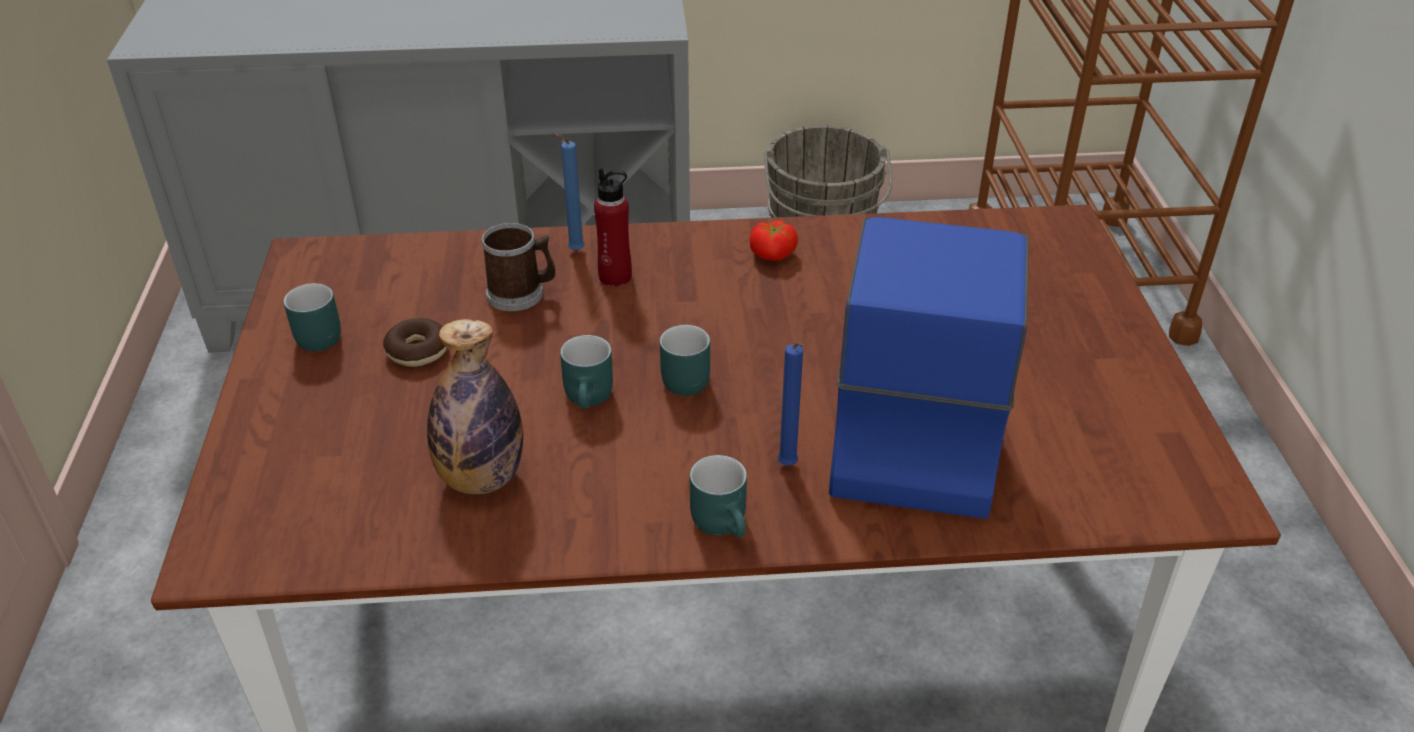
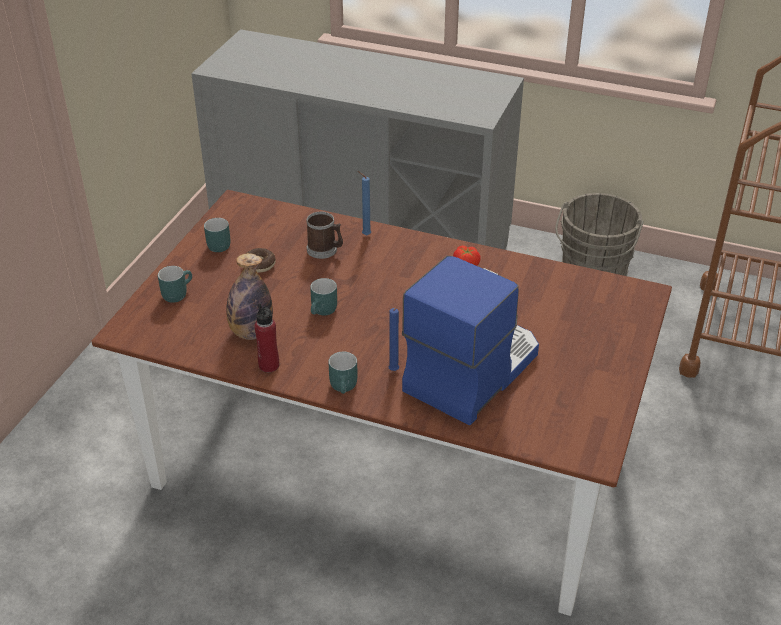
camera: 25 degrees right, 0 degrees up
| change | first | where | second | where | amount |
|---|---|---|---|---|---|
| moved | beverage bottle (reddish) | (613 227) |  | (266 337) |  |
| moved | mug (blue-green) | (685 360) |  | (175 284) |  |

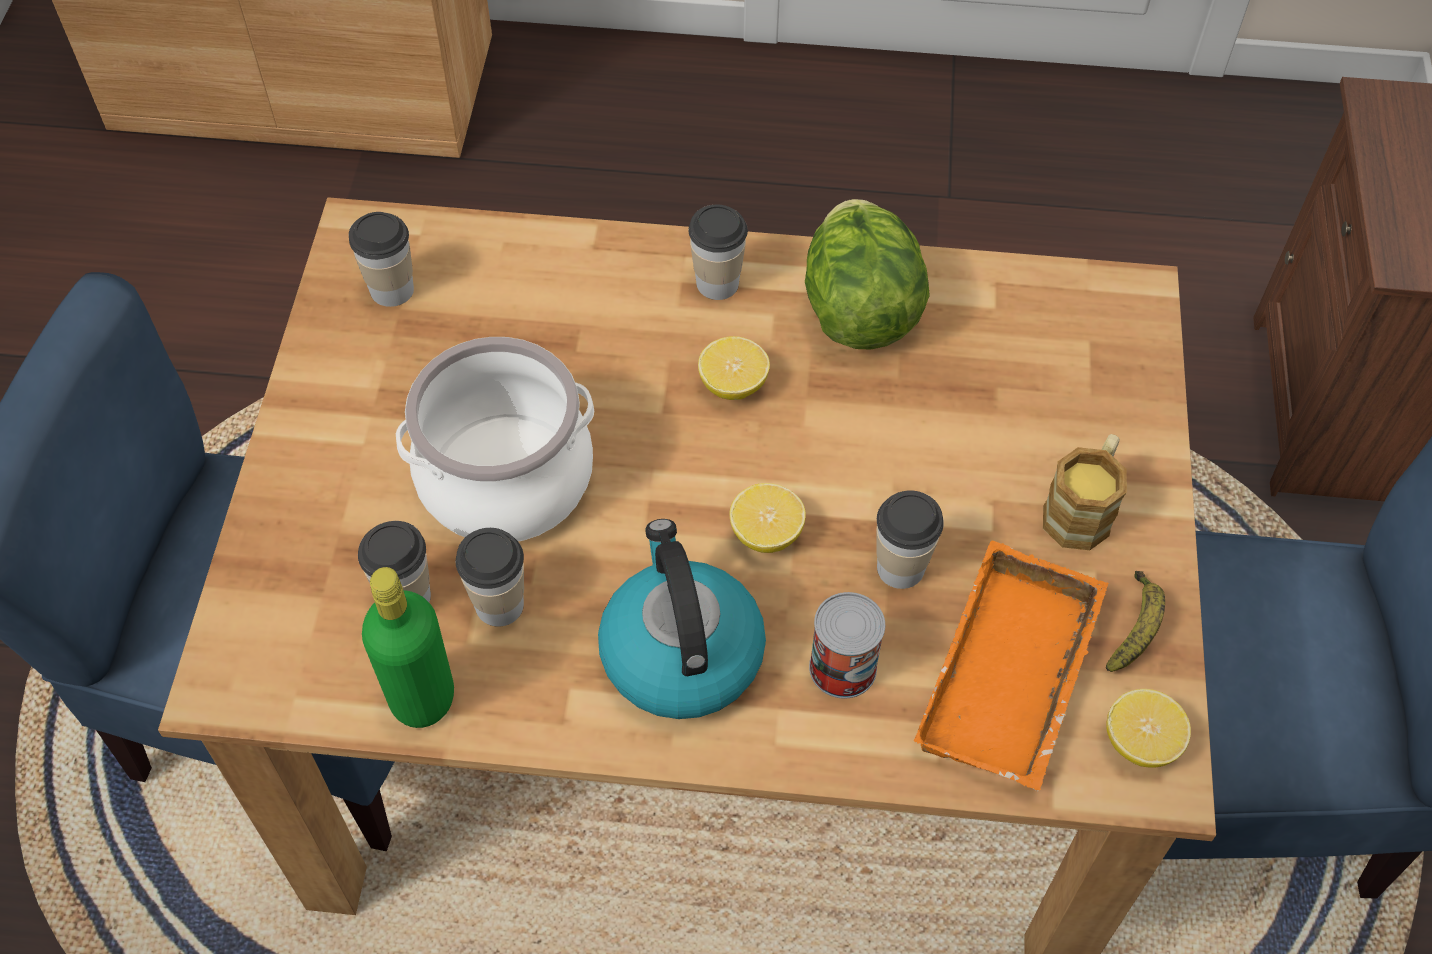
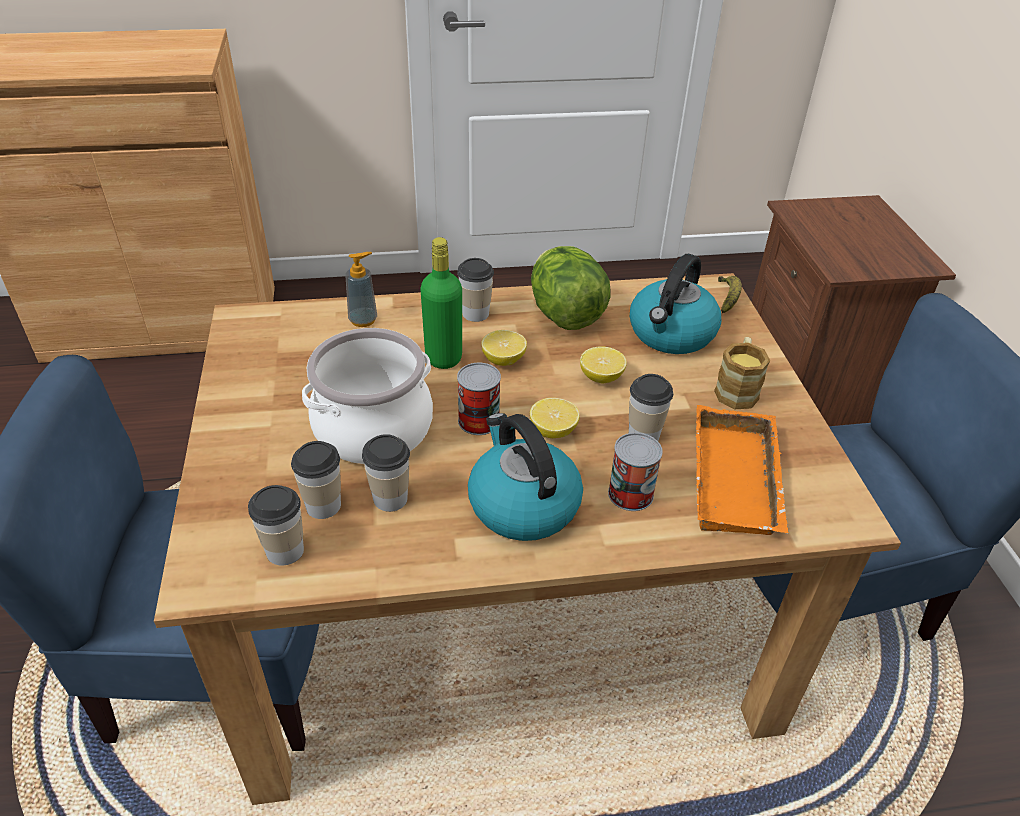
camera: 15 degrees left, 15 degrees down
| change | first | where | second | where | amount |
|---|---|---|---|---|---|
| added |  |  | soap dispenser | (361 289) |  |
| added |  |  | metal can | (479 399) |  |
| added |  |  | kettle | (675 304) |  |
| moved | small cup | (381 259) |  | (276 525) |  |
| moved | beverage bottle (greenish) | (408 647) |  | (441 303) |  |
| moved | banana | (1135 621) |  | (730 294) |  |
| moved | citrus fruit | (1148 728) |  | (603 364) |  |

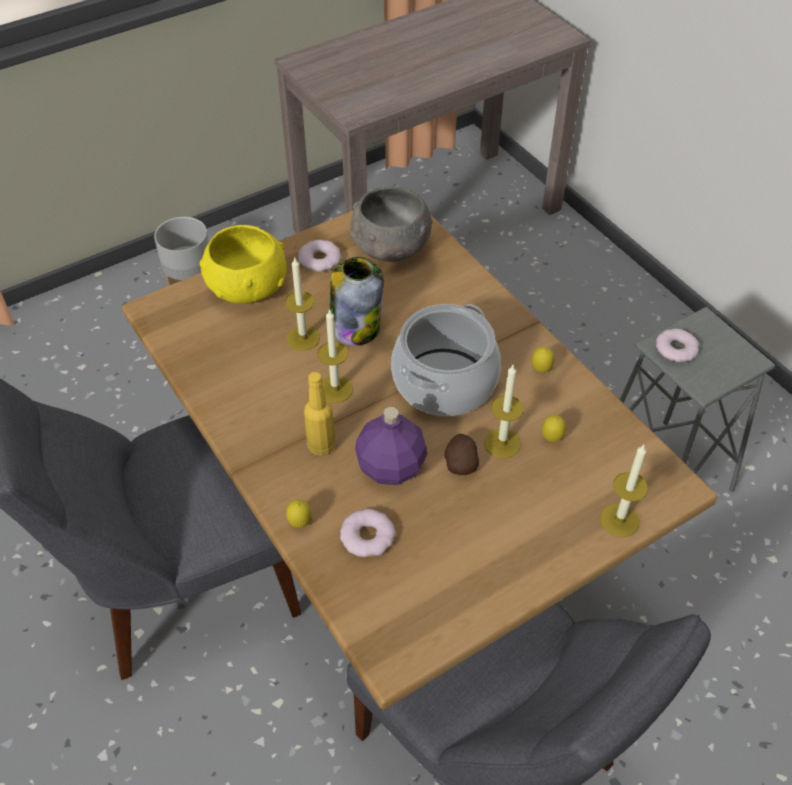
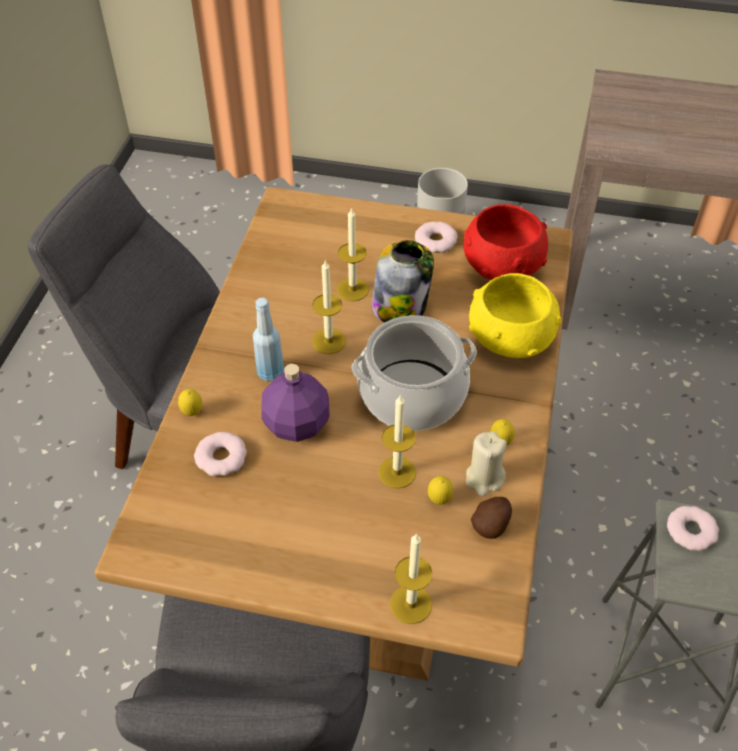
camera: 45 degrees right, 0 degrees up
| change | first | where | second | where | amount |
|---|---|---|---|---|---|
| added |  |  | wax candle (beige-coloured) | (486 463) |  |
| moved | bowl (yellowish) | (243 264) |  | (515 315) |  |
| moved | spud | (461 454) |  | (491 518) |  |
| recoloured | beverage bottle (yellowish) | (320 414) | beverage bottle (blue-coloured) | (268 339) |  |
| recoloured | bowl (grey) | (391 224) | bowl (reddish) | (505 242) |  |

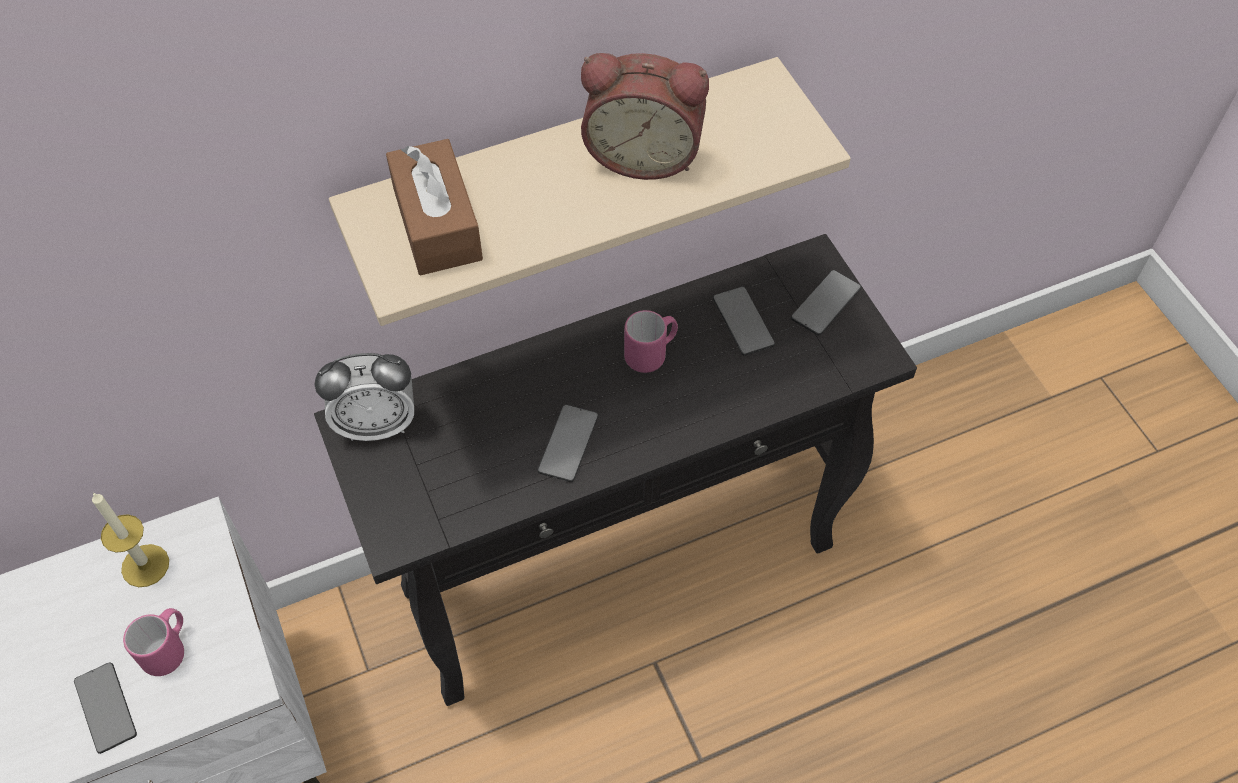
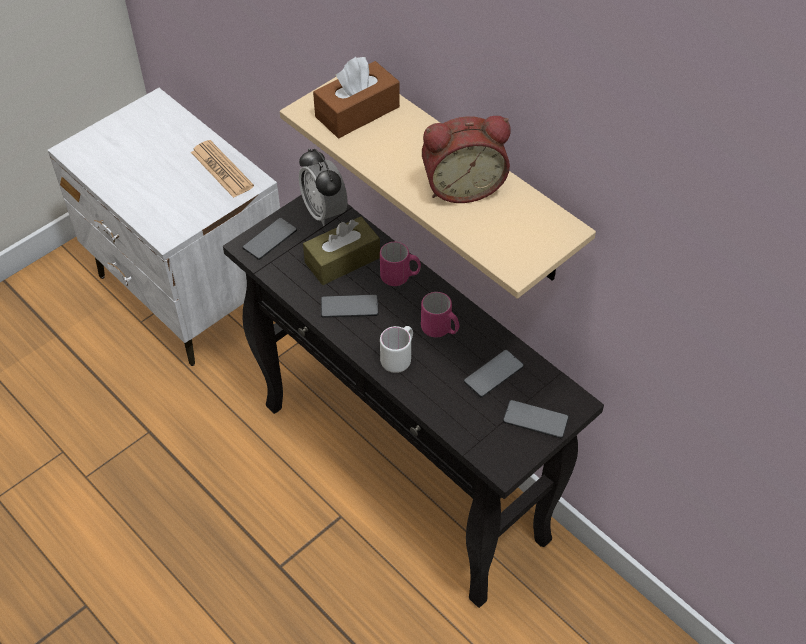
camera: 70 degrees right, 5 degrees down
| change | first | where | second | where | amount |
|---|---|---|---|---|---|
| added |  |  | tissue holder (brown-coloured) | (341 251) |  |
| added |  |  | mug (white-coloured) | (396 349) |  |
| moved | telephone | (105 708) |  | (269 239) |  |
| moved | mug (pinkish) | (153 642) |  | (400 264) |  |
| replaced | wax candle | (130 540) | daily paper | (222 169) |  |
| turned | table clock | (645 116) |  | (466 159) | 90 degrees counterclockwise |

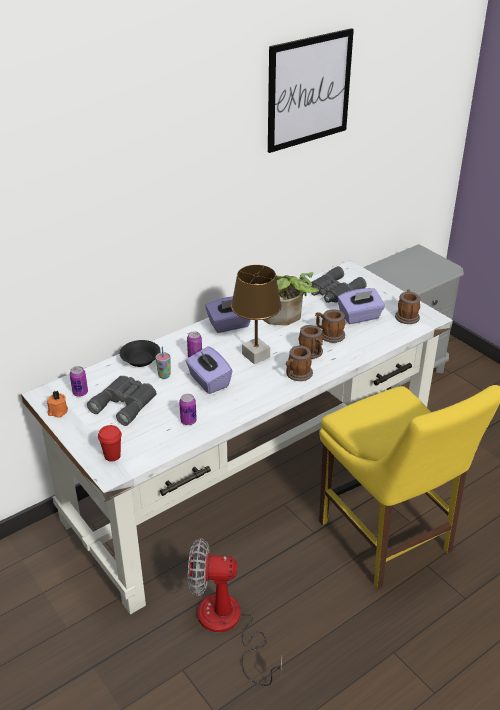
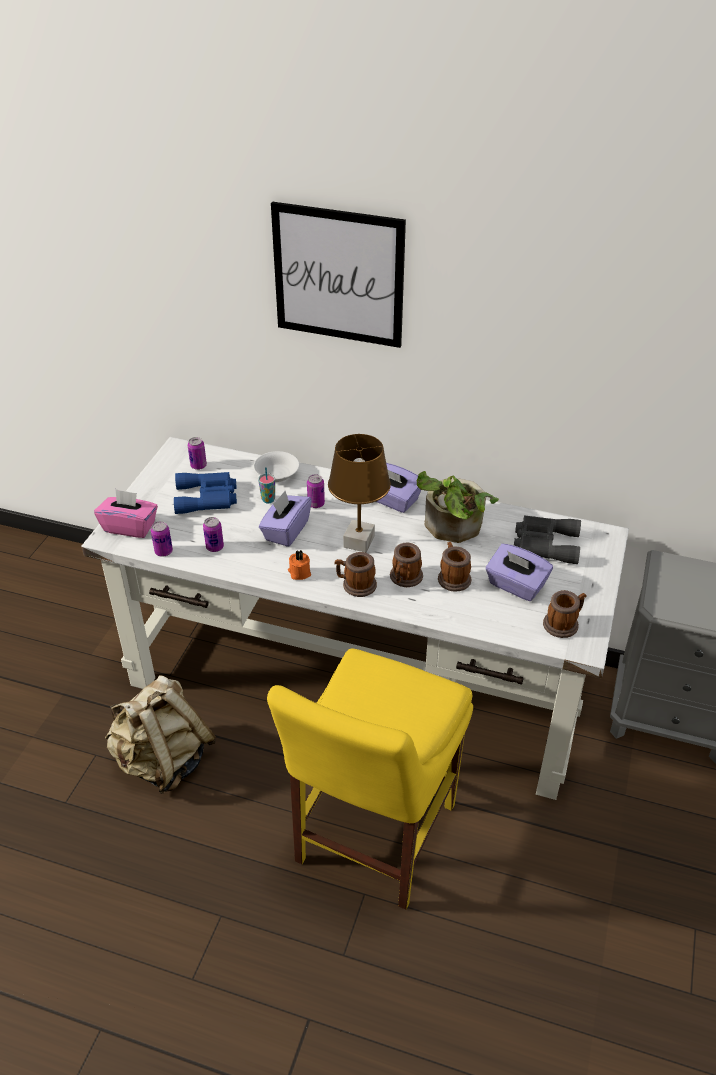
camera: 55 degrees right, 5 degrees up
| change | first | where | second | where | amount |
|---|---|---|---|---|---|
| added |  |  | metal can | (162 539) |  |
| moved | wax candle (orange) | (57 404) |  | (299 565) |  |
| moved | wall art | (311 90) |  | (338 275) |  |
| replaced | small cup (reddish) | (110 443) | tissue holder (pinkish) | (126 513) |  |
| replaced | electric fan | (235 612) | backpack (beige-coloured) | (160 734) |  |
| recoloured | pair of binoculars (grey) | (122 401) | pair of binoculars (blue-coloured) | (205 493) |  |
| recoloured | bowl (black) | (140 353) | bowl (white-coloured) | (276 466) |  |

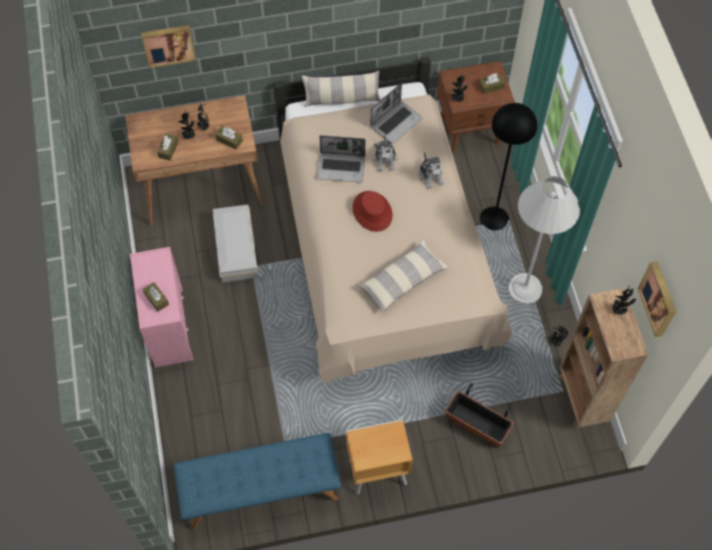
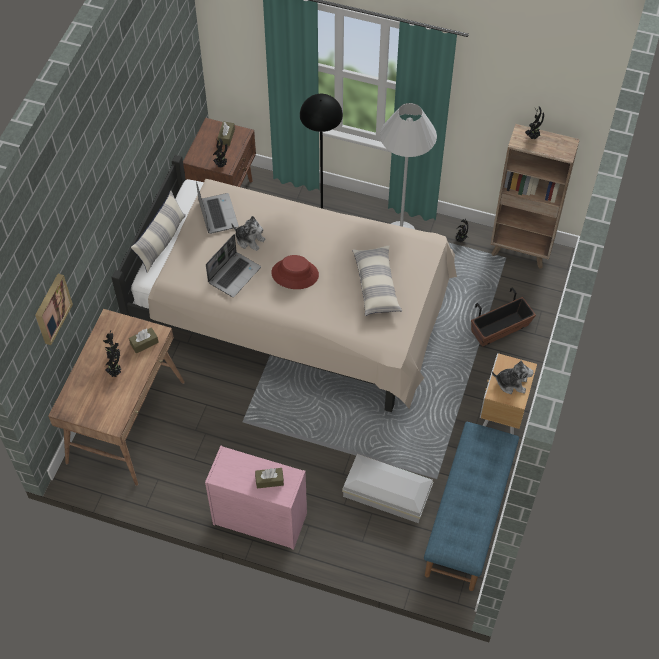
camera: 60 degrees left, 5 degrees down
| change | first | where | second | where | amount |
|---|---|---|---|---|---|
| removed | tissue holder (brown-coloured) | (167 147) |  |  |  |
| removed | wall art | (657 299) |  |  |  |
| moved | storage bin (white-coloured) | (235 243) |  | (387 488) |  |
| moved | soft toy | (431 170) |  | (513 377) |  |

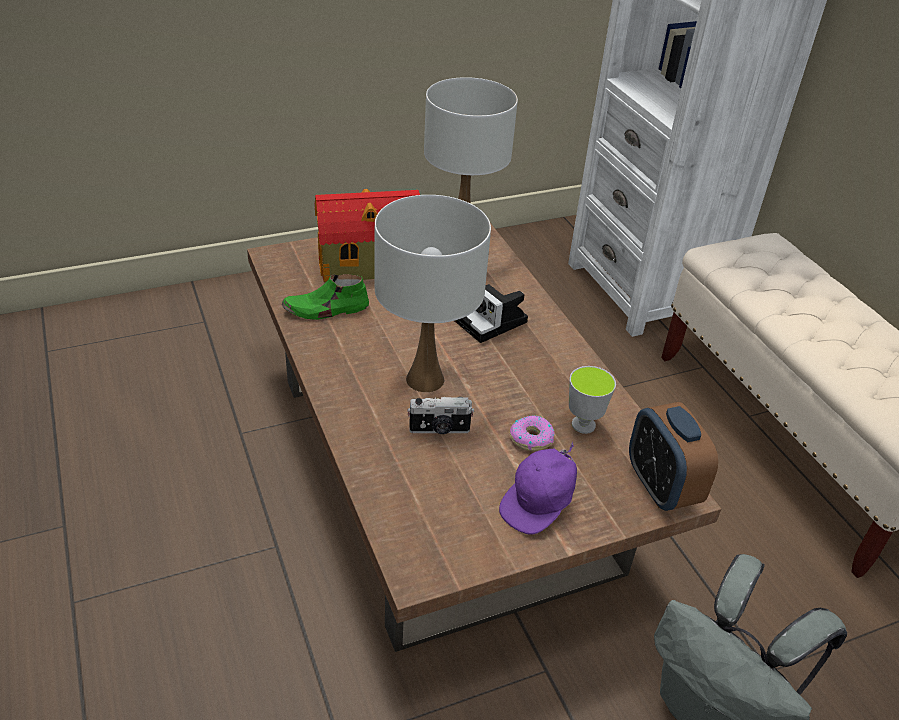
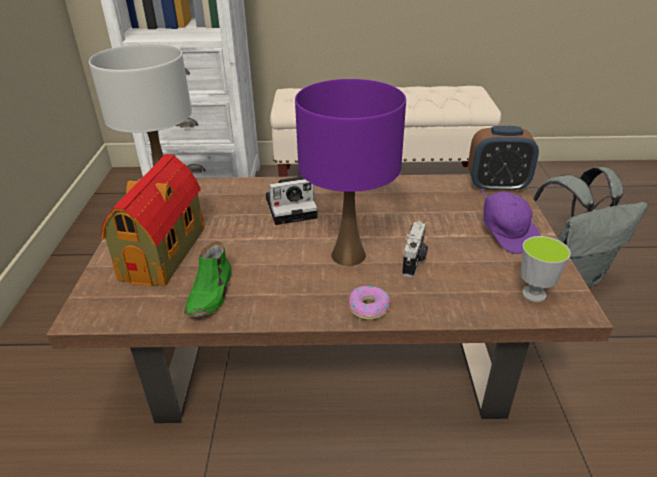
camera: 65 degrees left, 5 degrees down
| change | first | where | second | where | amount |
|---|---|---|---|---|---|
| moved | doughnut | (532 433) |  | (369 303) |  |
| moved | small cup | (592 400) |  | (545 269) |  |
| recoloured | tabletop lamp (white-coloured) | (433 293) | tabletop lamp (purplish) | (350 172) |  |

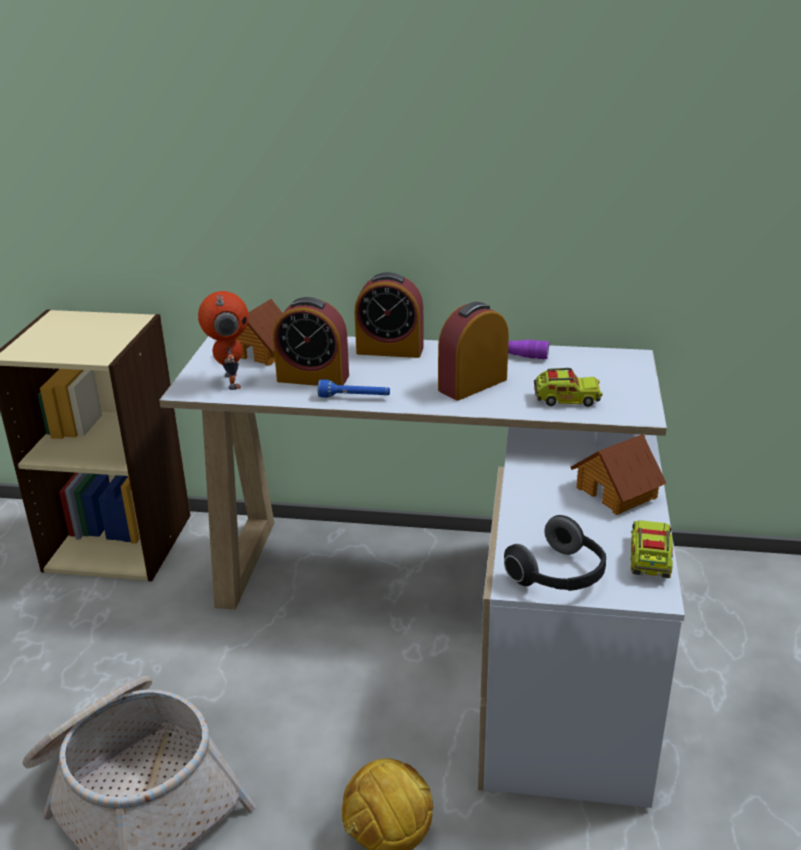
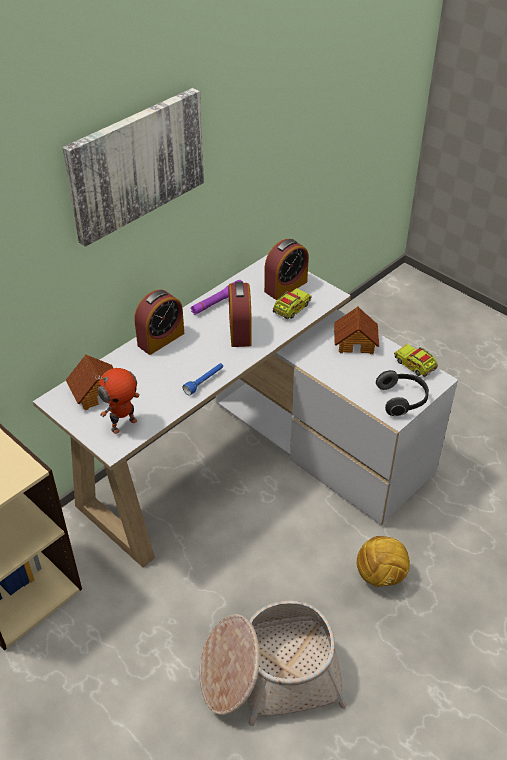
camera: 55 degrees left, 15 degrees up
| change | first | where | second | where | amount |
|---|---|---|---|---|---|
| added |  |  | wall art | (133 167) |  |
| moved | table clock | (311 341) |  | (286 269) |  |
| turned | robot figure | (223 340) |  | (117 401) | 120 degrees clockwise |

